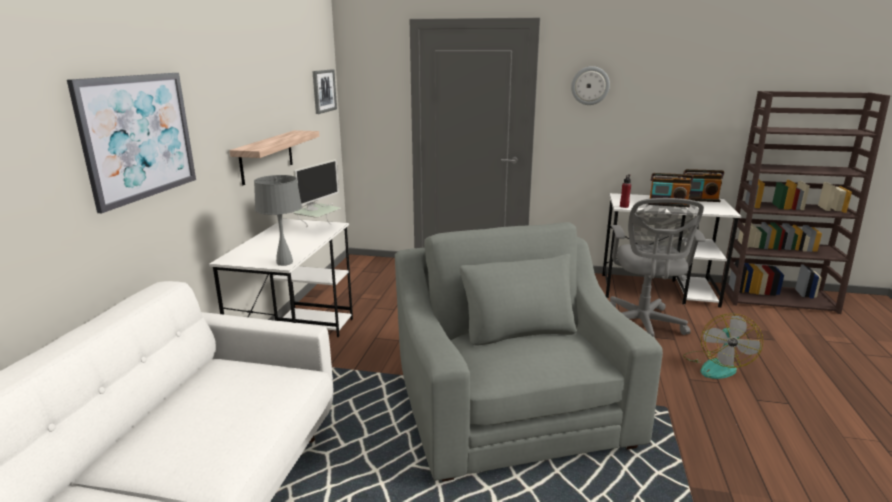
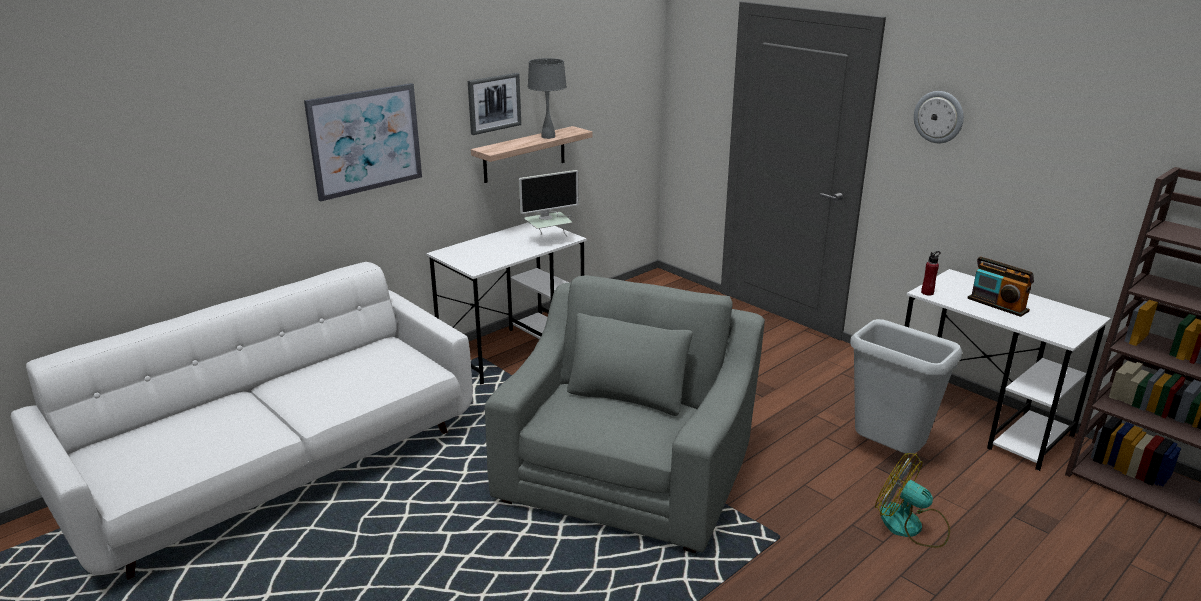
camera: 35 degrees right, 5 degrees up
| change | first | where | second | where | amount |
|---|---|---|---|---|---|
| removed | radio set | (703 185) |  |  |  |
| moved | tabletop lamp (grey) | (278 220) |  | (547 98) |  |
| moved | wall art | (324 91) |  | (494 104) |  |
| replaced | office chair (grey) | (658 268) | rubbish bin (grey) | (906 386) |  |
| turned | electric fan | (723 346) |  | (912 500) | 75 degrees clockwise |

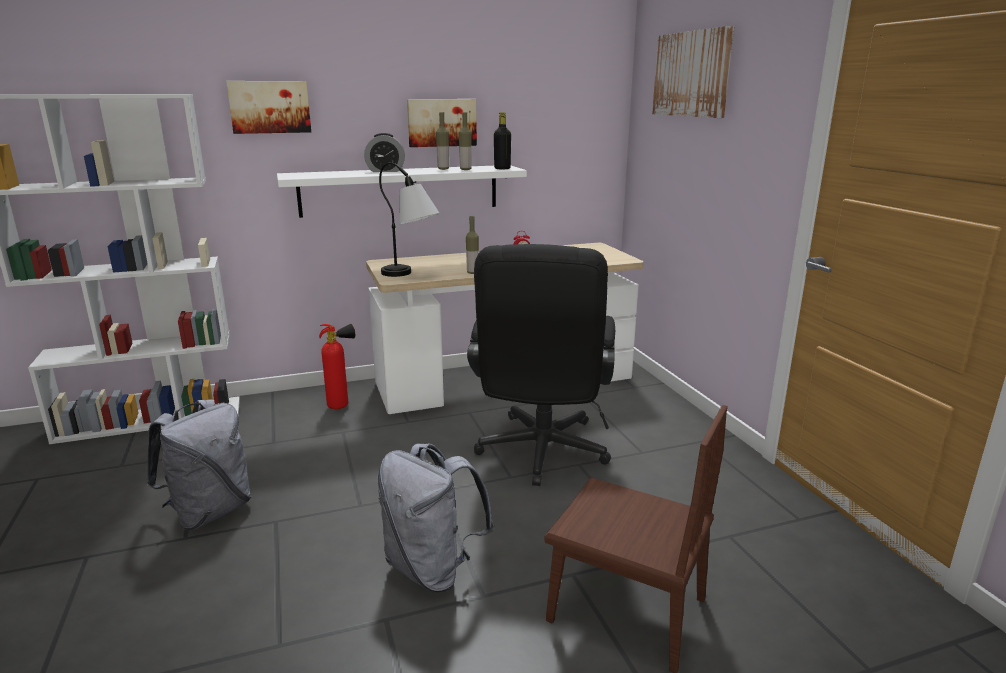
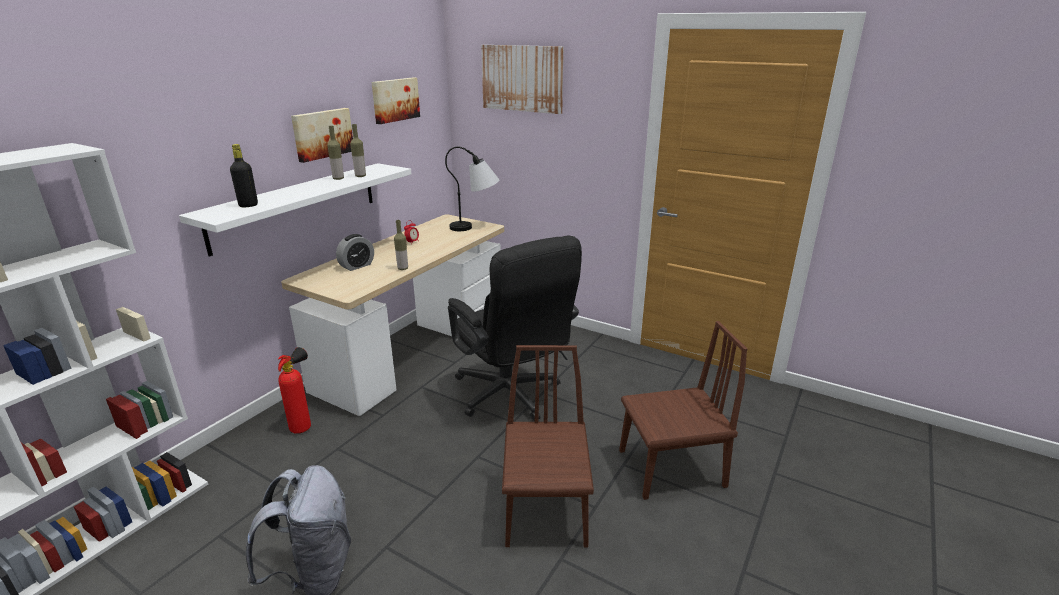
camera: 40 degrees left, 5 degrees up
| change | first | where | second | where | amount |
|---|---|---|---|---|---|
| moved | wall art | (268 107) |  | (396 100) |  |
| moved | table clock | (384 152) |  | (355 252) |  |
| moved | tabletop lamp | (409 219) |  | (472 189) |  |
| moved | beverage bottle (black) | (502 140) |  | (244 175) |  |
| replaced | backpack (grey) | (436 518) | plain chair (brown-coloured) | (548 446) |  |

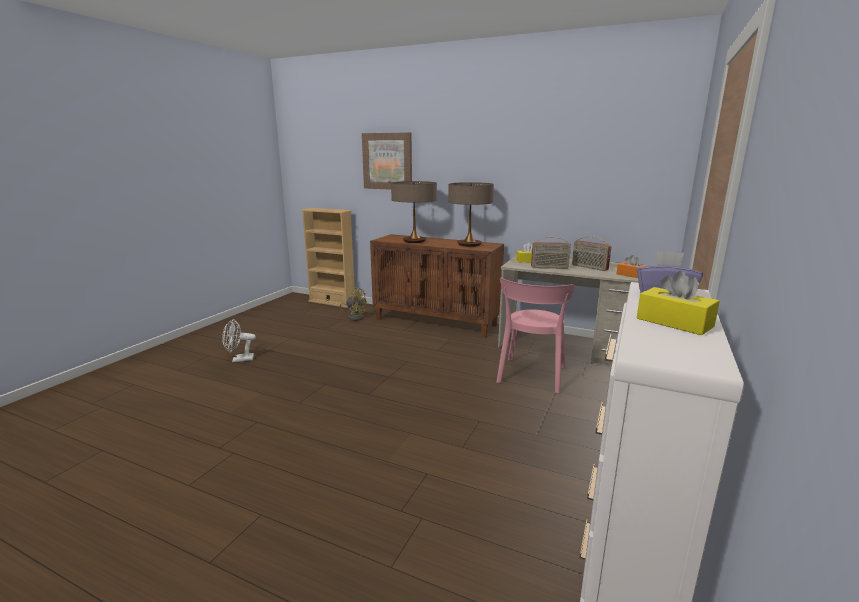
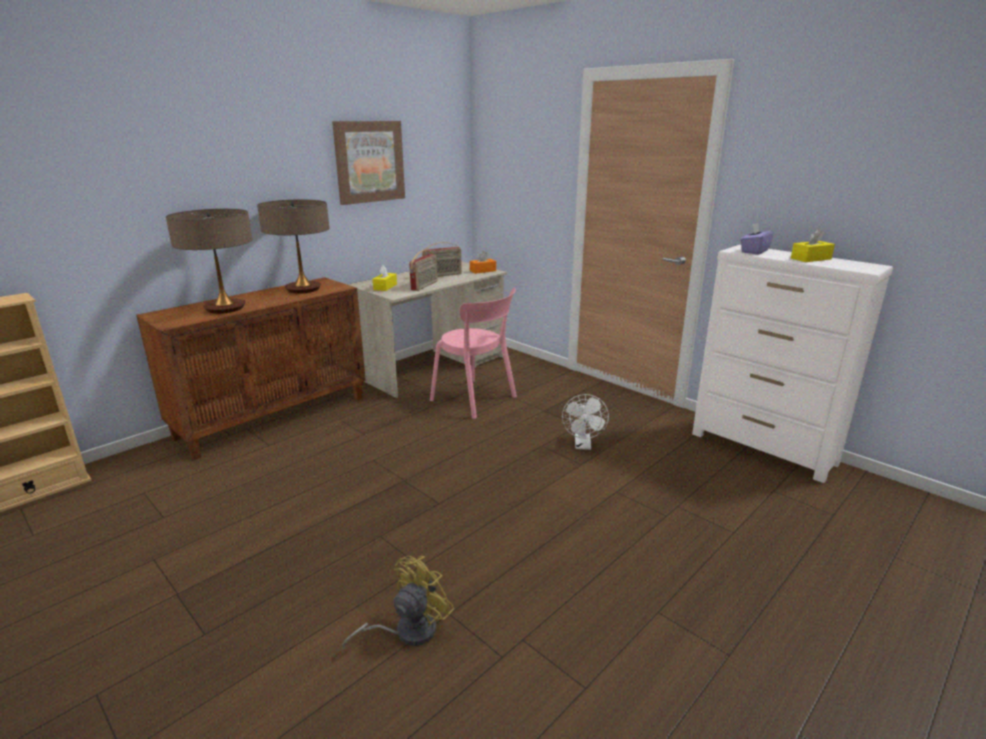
camera: 70 degrees left, 5 degrees up
| change | first | where | second | where | amount |
|---|---|---|---|---|---|
| moved | electric fan (white-coloured) | (239 340) |  | (585 422) |  |
| moved | electric fan (yellowish) | (353 304) |  | (398 603) |  |
| moved | wall art | (387 161) |  | (368 163) |  |

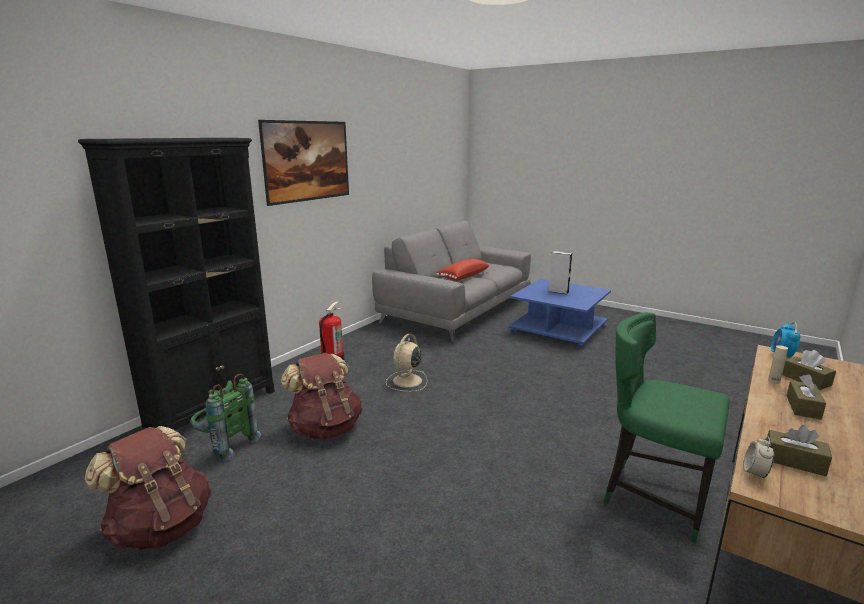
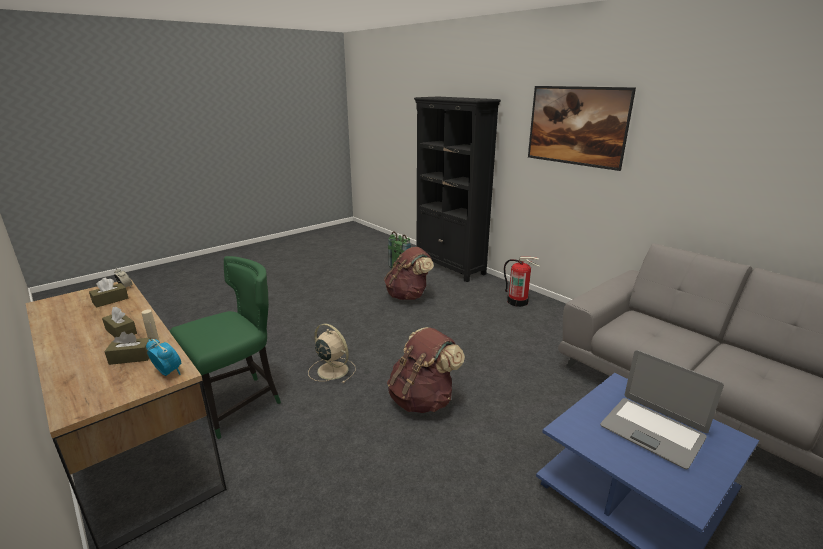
camera: 105 degrees right, 5 degrees up
| change | first | where | second | where | amount |
|---|---|---|---|---|---|
| removed | pillow (reddish) | (463 270) |  |  |  |
| moved | backpack (brown-coloured) | (147 488) |  | (426 370) |  |
| moved | electric fan (beige-coloured) | (406 363) |  | (332 353) |  |
| replaced | loudspeaker (grey) | (560 272) | notebook computer | (662 409) |  |

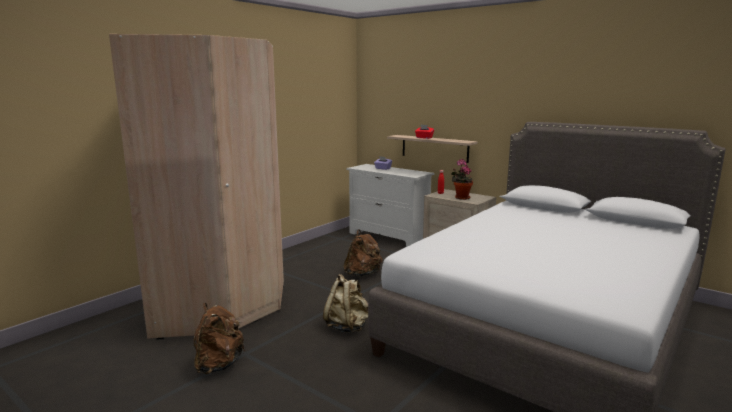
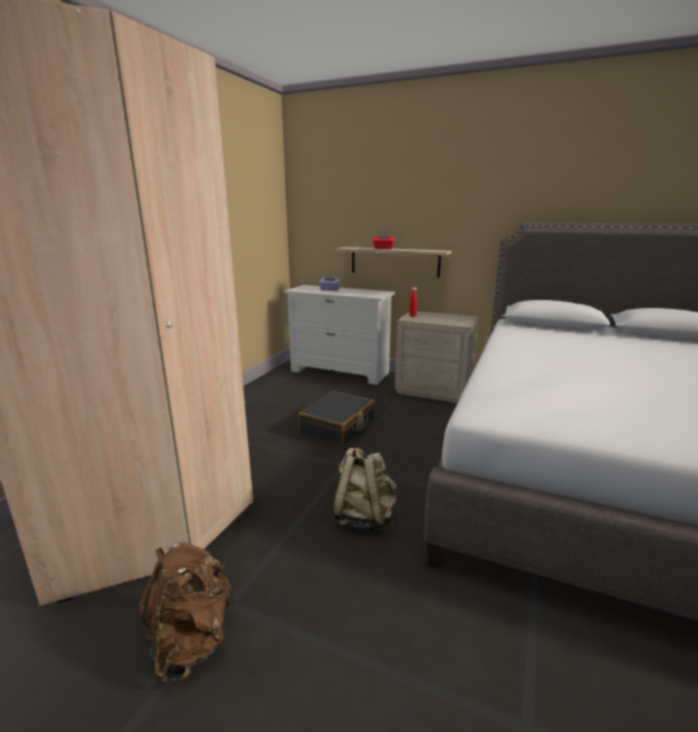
camera: 15 degrees left, 5 degrees up
| change | first | where | second | where | amount |
|---|---|---|---|---|---|
| removed | potted plant | (462 179) |  |  |  |
| replaced | backpack (brown-coloured) | (363 253) | suitcase (black) | (336 418) |  |

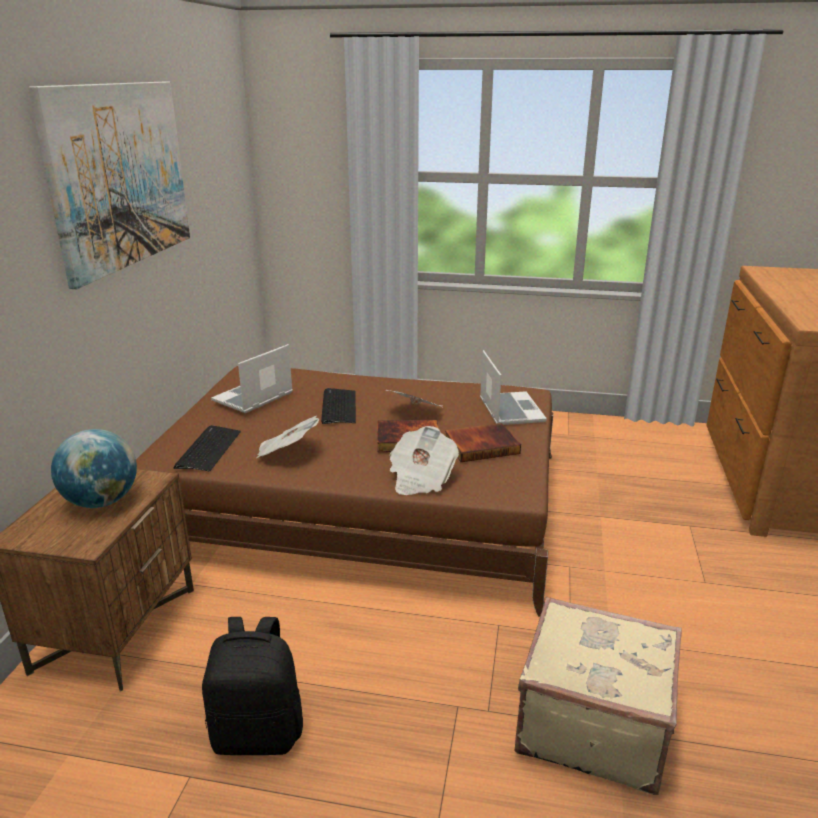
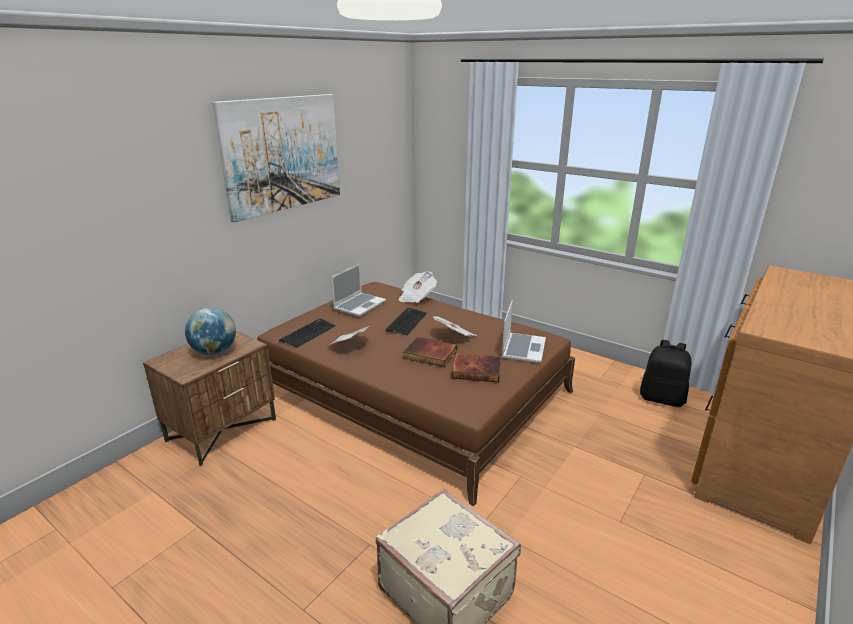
camera: 25 degrees right, 0 degrees up
| change | first | where | second | where | amount |
|---|---|---|---|---|---|
| moved | backpack (black) | (252 686) |  | (665 373) |  |
| moved | daily paper | (424 460) |  | (418 287) |  |
| turned | notebook computer | (252 378) |  | (358 290) | 150 degrees clockwise |

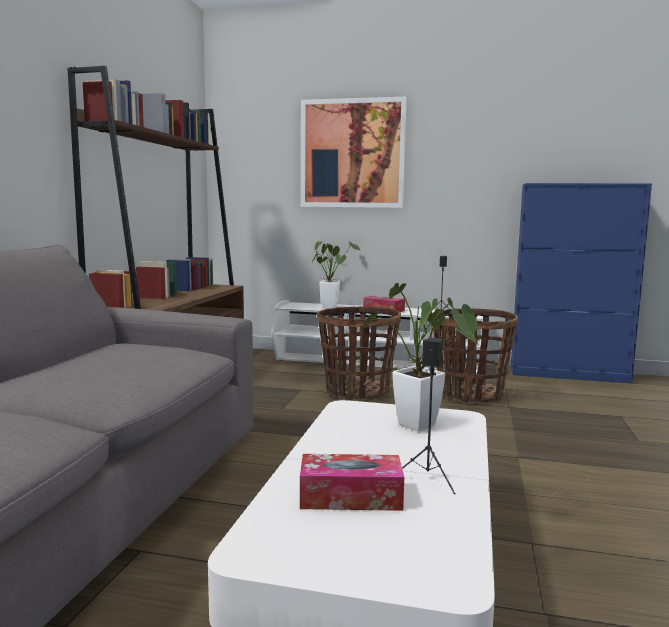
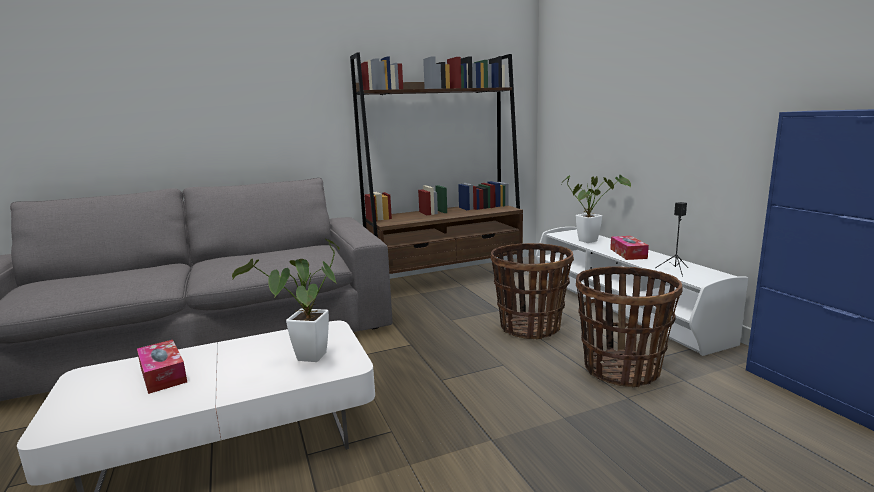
camera: 55 degrees right, 5 degrees up
| change | first | where | second | where | amount |
|---|---|---|---|---|---|
| removed | wall art | (354 152) |  |  |  |
| removed | loudspeaker (black) | (429 415) |  |  |  |

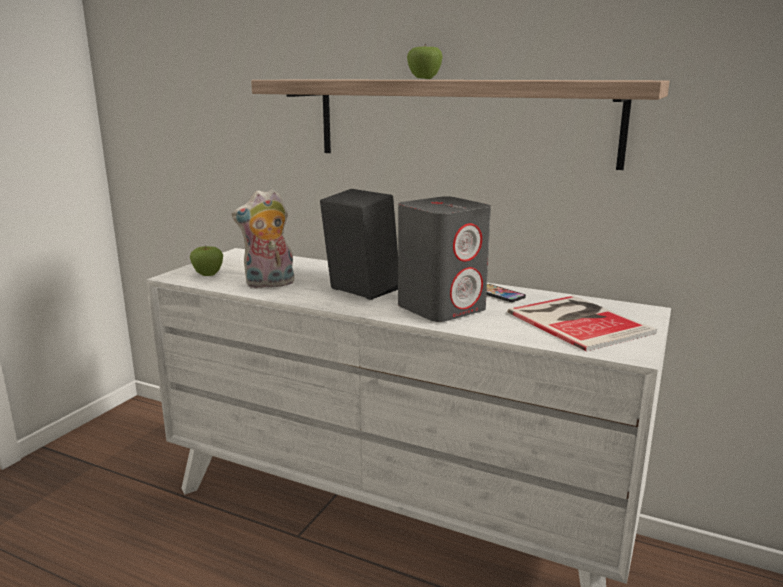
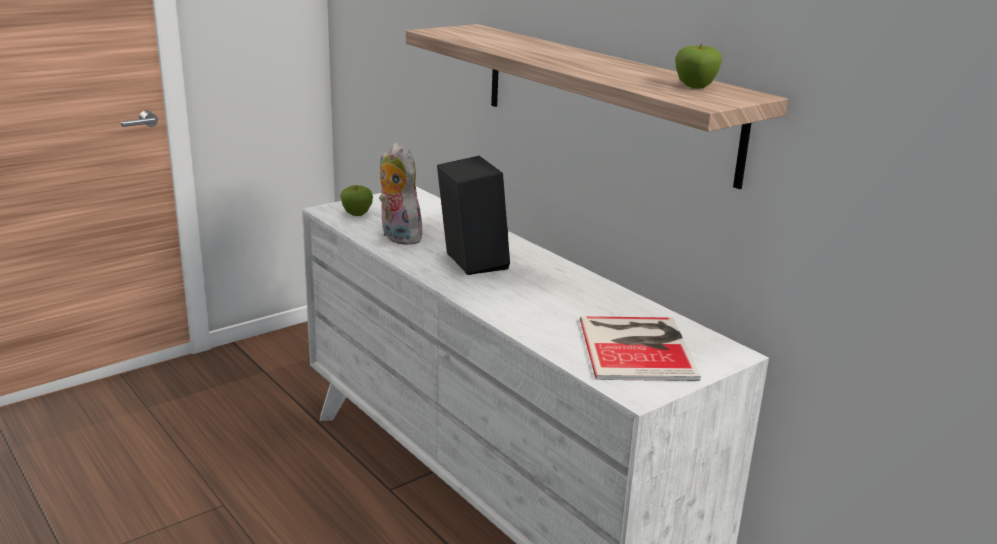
camera: 25 degrees right, 5 degrees up
| change | first | where | second | where | amount |
|---|---|---|---|---|---|
| removed | loudspeaker (grey) | (444 259) |  |  |  |
| removed | telephone | (506 293) |  |  |  |
| moved | apple fruit | (425 61) |  | (698 66) |  |
| turned | soft toy | (263 238) |  | (400 194) | 45 degrees clockwise |

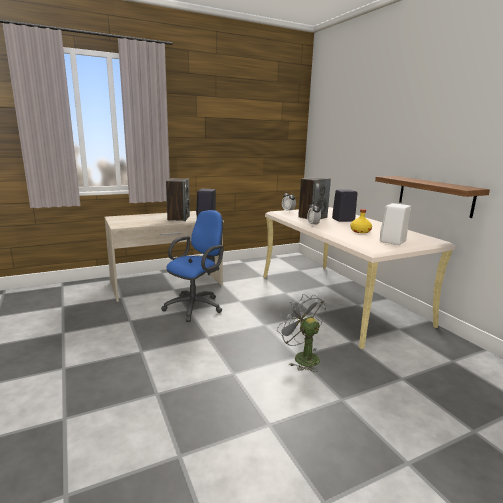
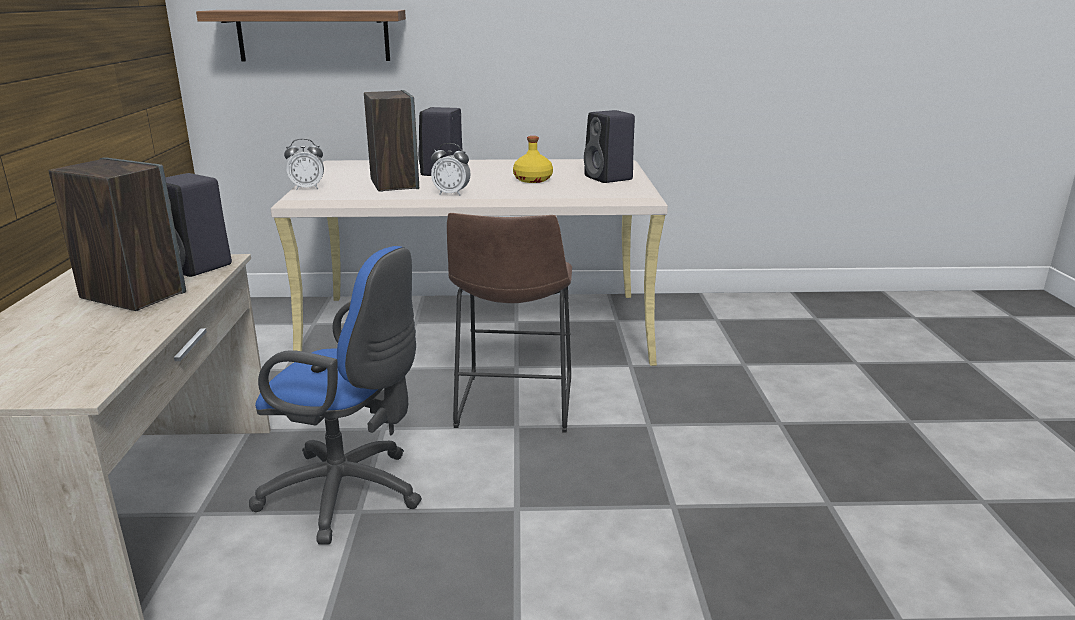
camera: 65 degrees left, 5 degrees up
| change | first | where | second | where | amount |
|---|---|---|---|---|---|
| removed | electric fan (grey) | (301 333) |  |  |  |
| added |  |  | stool (brown-coloured) | (509 323) |  |
| moved | bracket shelf | (432 197) |  | (301 35) |  |
| recoloured | loudspeaker (white-coloured) | (395 224) | loudspeaker (black) | (609 146) |  |
| turned | office chair (blue-coloured) | (192 266) |  | (335 395) | 135 degrees clockwise |

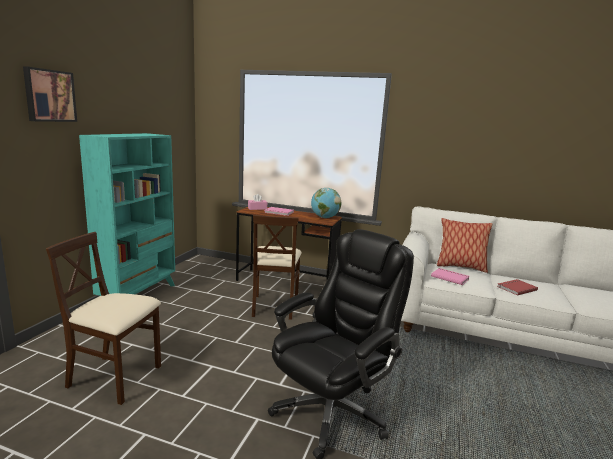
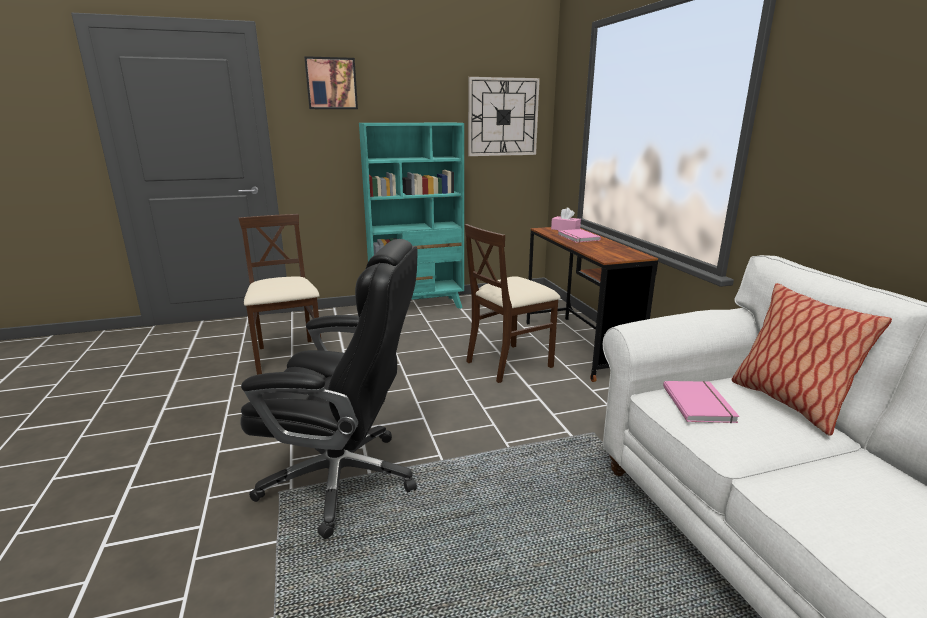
camera: 55 degrees right, 5 degrees up
| change | first | where | second | where | amount |
|---|---|---|---|---|---|
| removed | world globe | (326 203) |  |  |  |
| removed | book (reddish) | (517 287) |  |  |  |
| added |  |  | wall clock | (504 116) |  |

